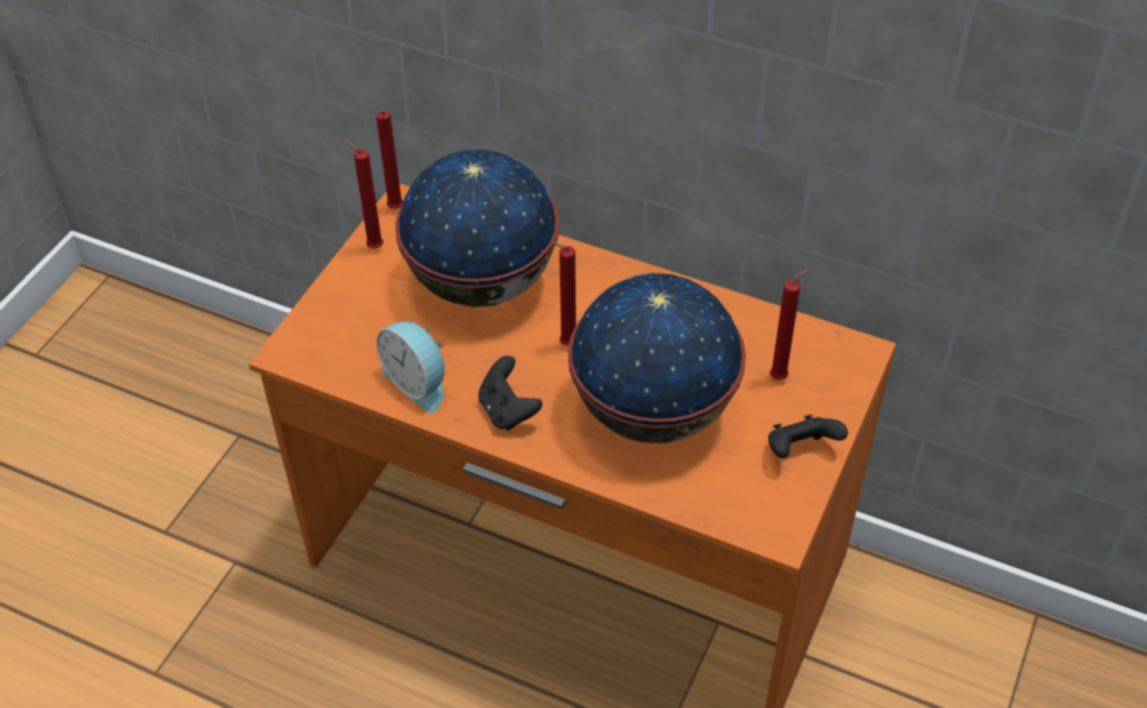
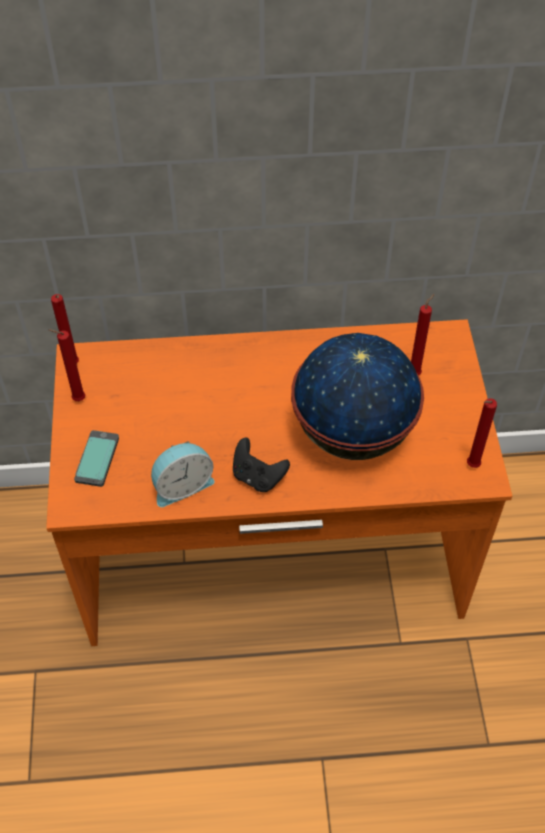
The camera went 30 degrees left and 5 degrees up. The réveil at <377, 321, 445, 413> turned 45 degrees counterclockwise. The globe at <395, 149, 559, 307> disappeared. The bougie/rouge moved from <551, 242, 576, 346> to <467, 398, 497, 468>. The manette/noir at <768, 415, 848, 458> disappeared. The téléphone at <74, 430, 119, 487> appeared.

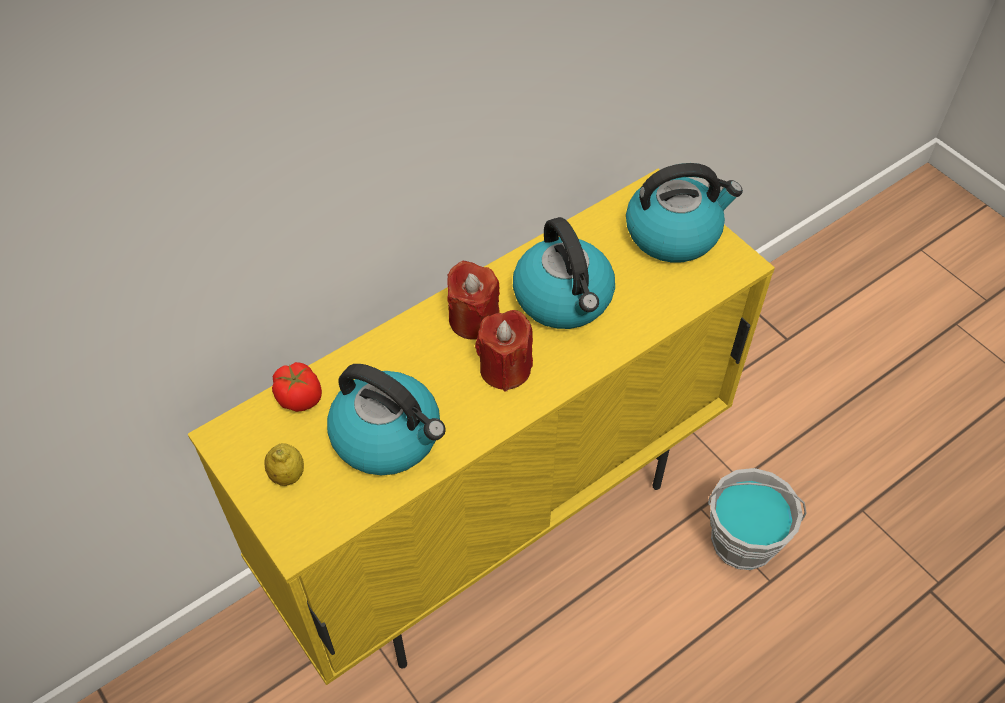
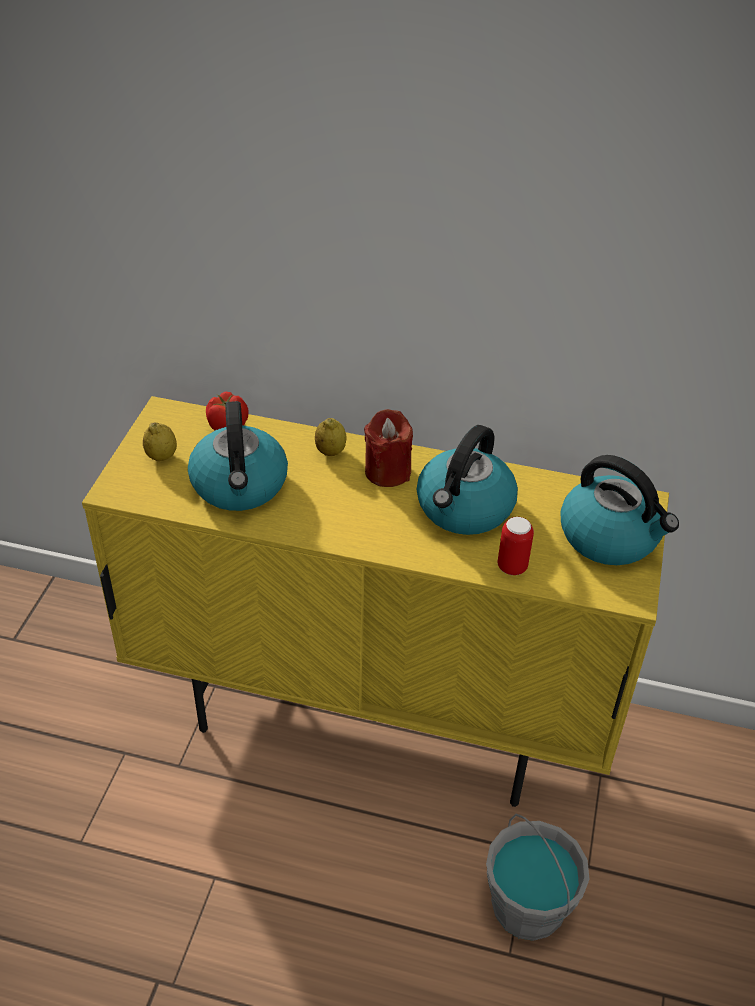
The camera went 50 degrees right and 10 degrees down. The bougie/rouge at <475, 310, 533, 392> disappeared. The citron at <315, 418, 347, 456> appeared. The boîte métallique at <498, 517, 534, 575> appeared.

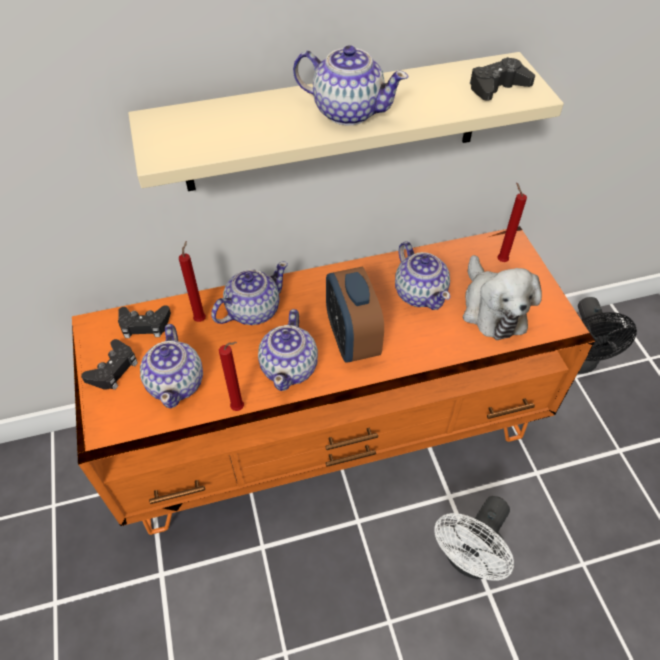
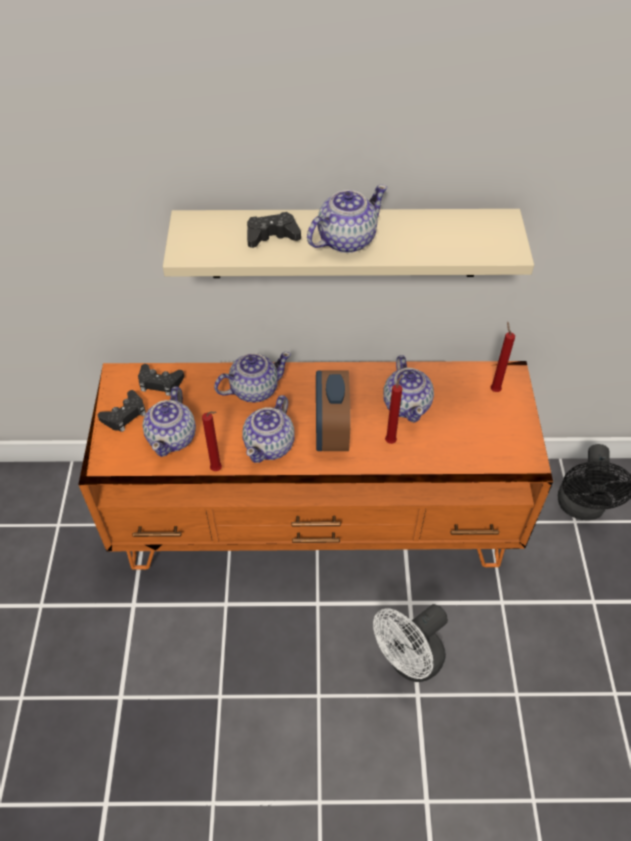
The camera went 15 degrees right and 0 degrees up. The bougie/rouge moved from <179, 241, 206, 322> to <385, 374, 403, 444>. The théière at <293, 45, 408, 125> turned 75 degrees counterclockwise. The peluche at <463, 255, 542, 340> disappeared. The manette/noir moved from <470, 57, 535, 101> to <247, 212, 301, 248>.

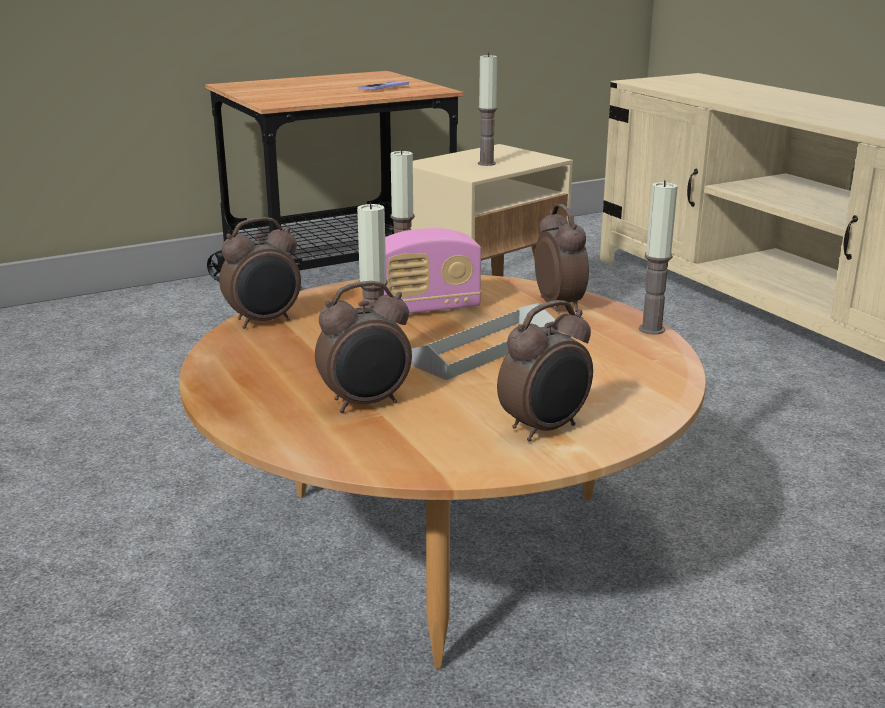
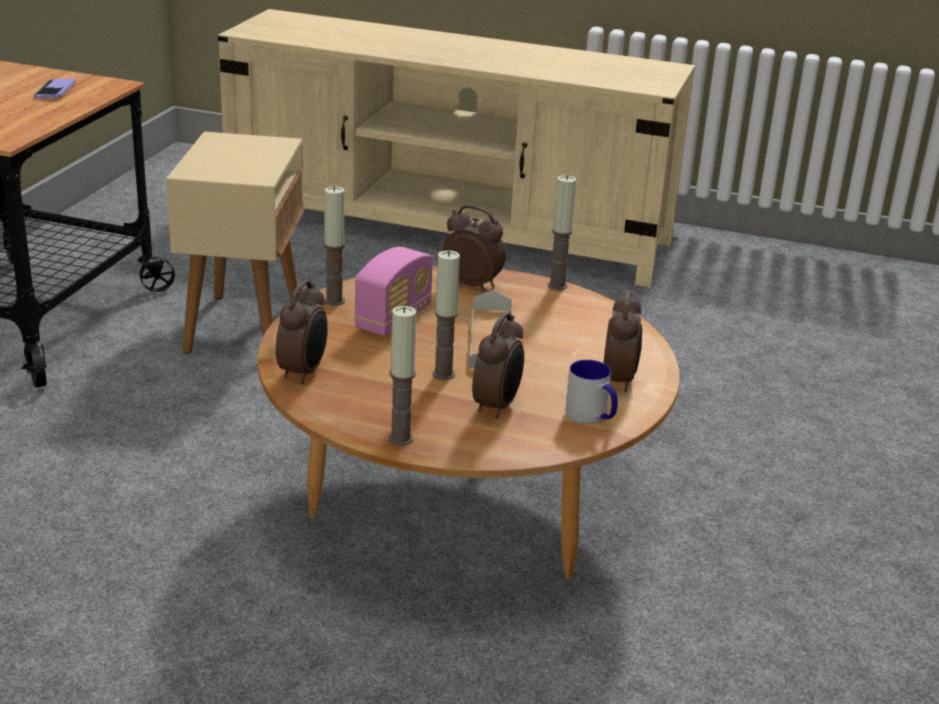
The camera went 45 degrees left and 5 degrees up. The bougie moved from <478, 53, 497, 166> to <388, 306, 416, 446>. The mug at <565, 360, 618, 424> appeared.

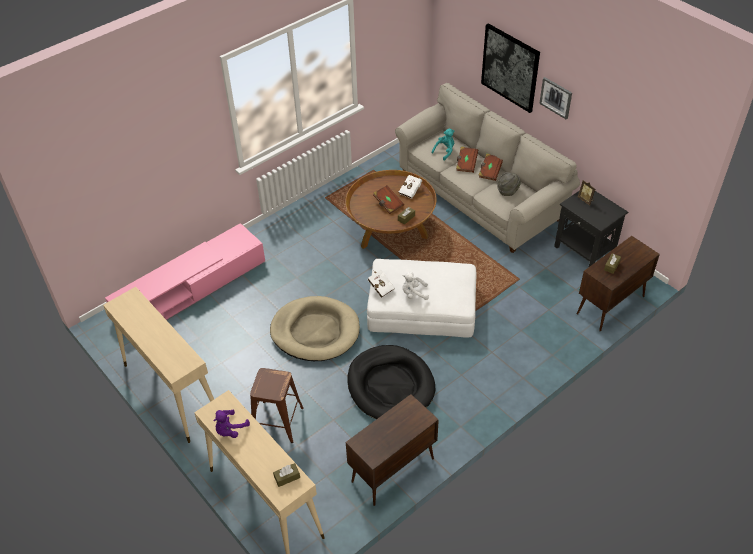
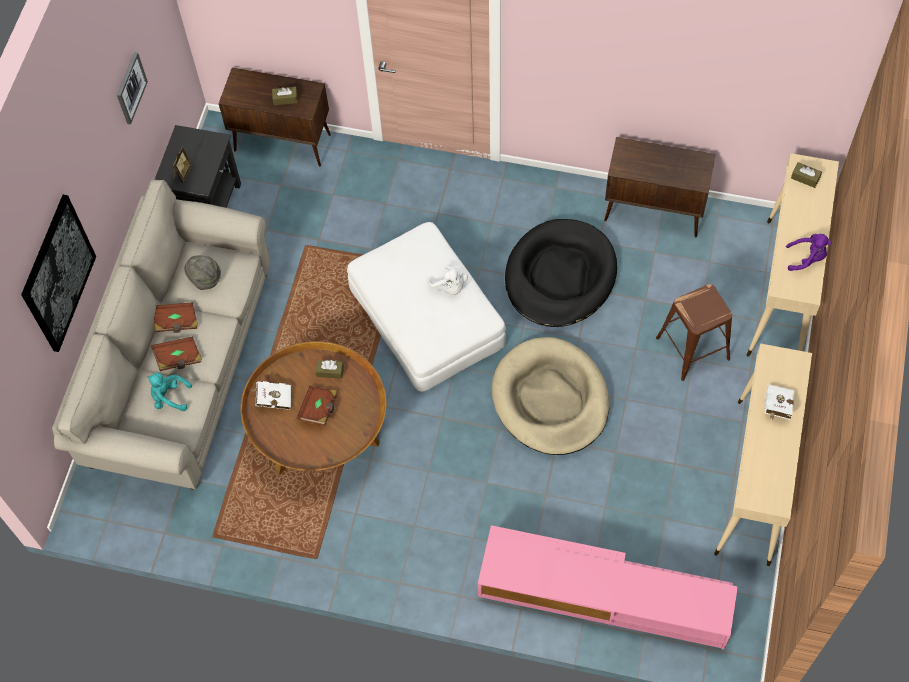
The camera went 125 degrees left and 15 degrees up. The livre/blanc moved from <367, 270, 395, 298> to <765, 385, 794, 420>. The tableau moved from <539, 77, 572, 120> to <117, 52, 148, 125>.

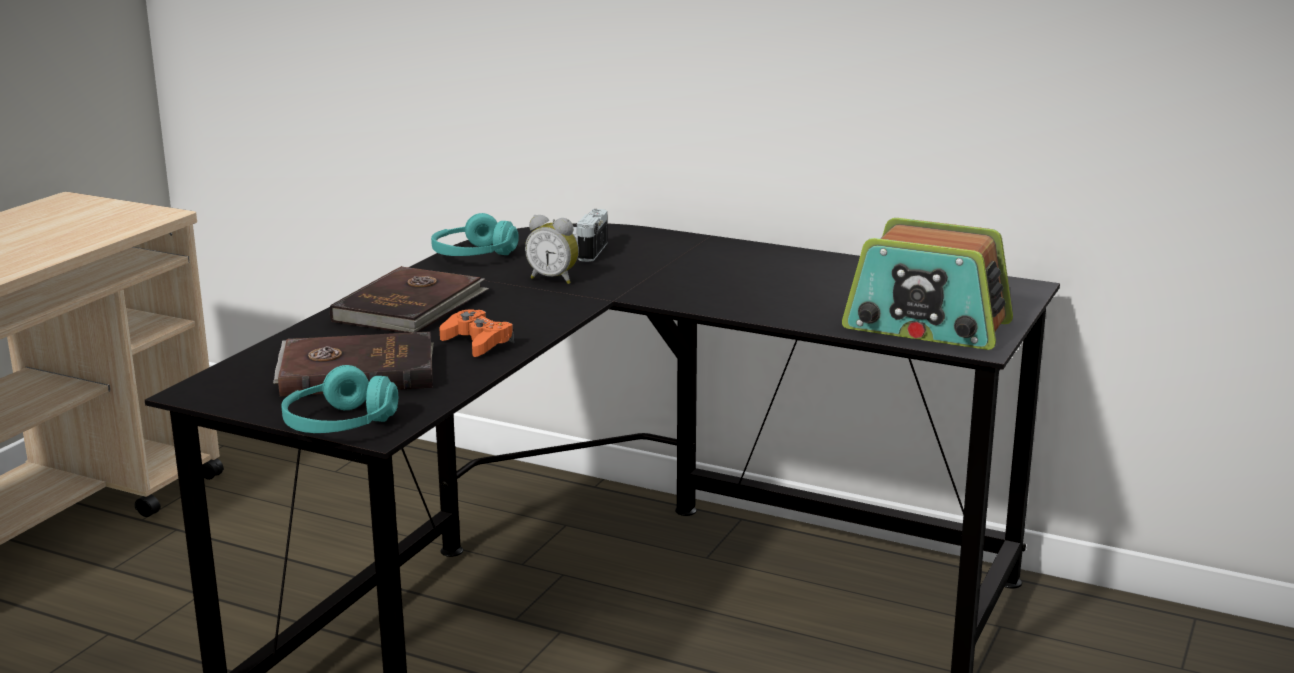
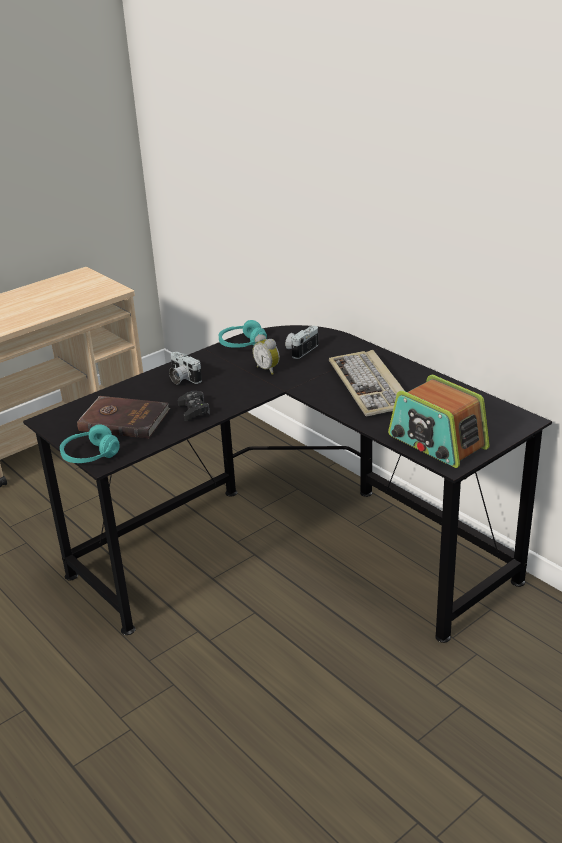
The camera went 25 degrees right and 10 degrees up. The livre/marron at <330, 266, 489, 333> was replaced by the appareil photo at <169, 352, 202, 384>. The manette/orange at <440, 309, 514, 357> became the manette/noir at <177, 391, 210, 421>. The clavier at <329, 350, 405, 417> appeared.

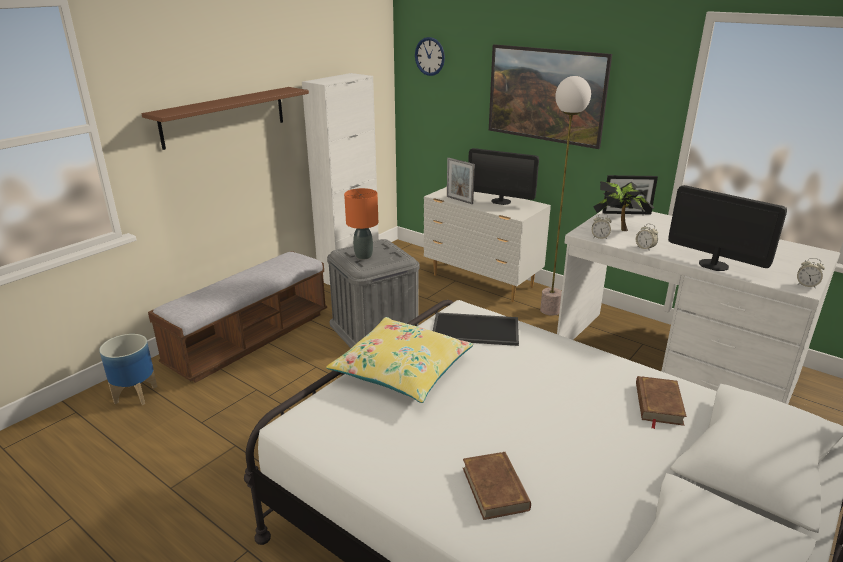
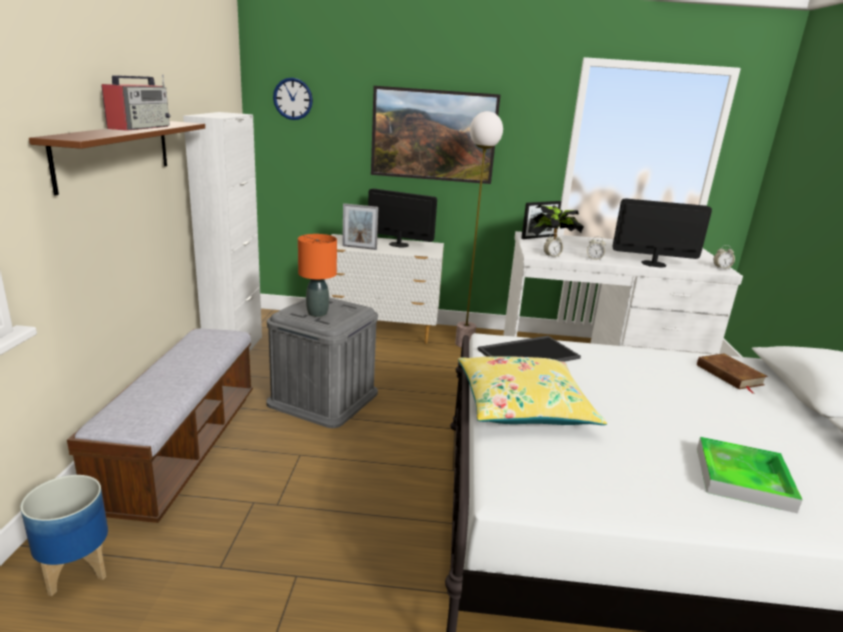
The camera went 35 degrees left and 5 degrees down. The livre/marron at <463, 452, 531, 520> was replaced by the plateau at <697, 437, 802, 513>. The écran d'ordinateur at <468, 148, 539, 205> turned 150 degrees counterclockwise. The radio at <102, 74, 171, 131> appeared.

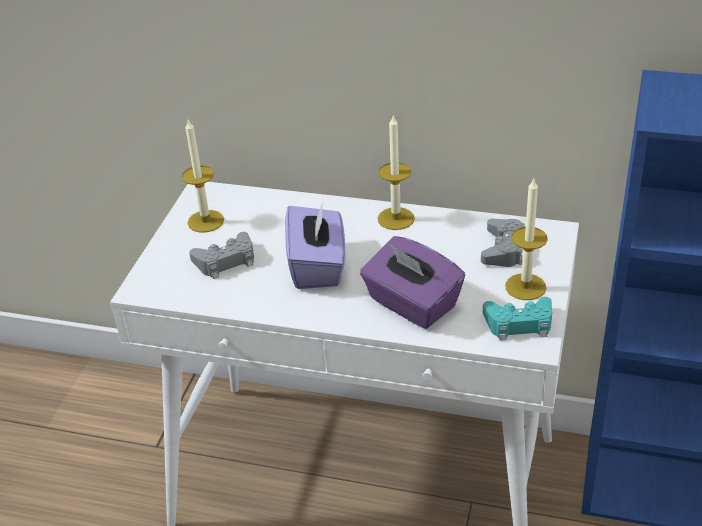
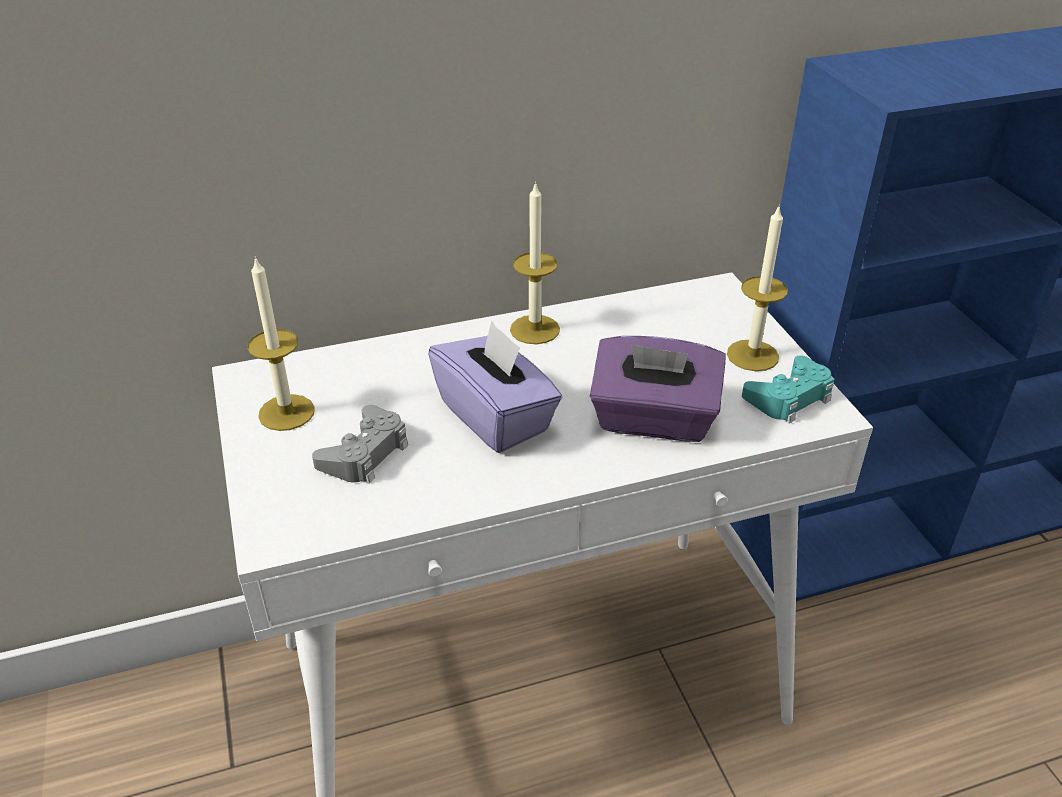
The camera went 35 degrees left and 0 degrees up. The manette/gris at <481, 219, 526, 267> disappeared.

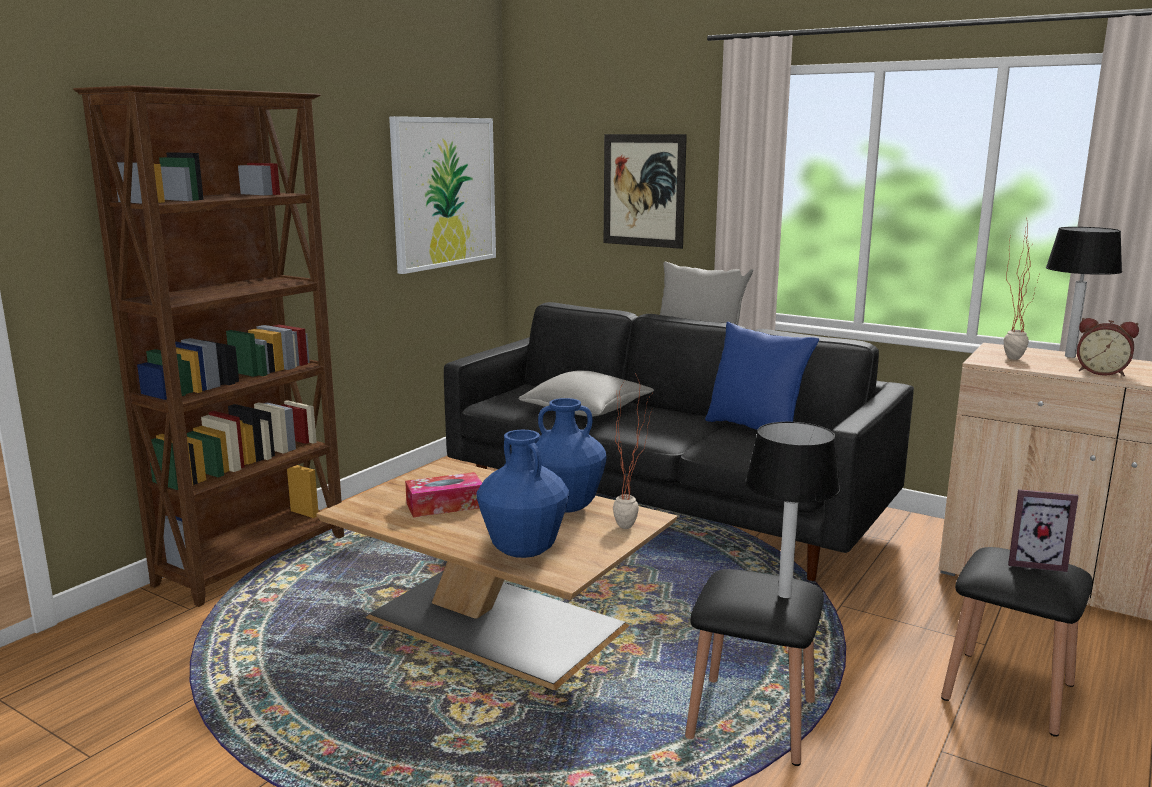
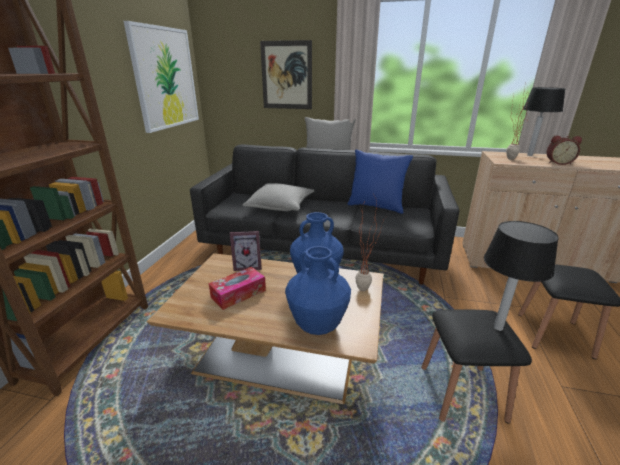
The camera went 20 degrees left and 10 degrees up. The cadre photo moved from <1008, 489, 1079, 572> to <230, 231, 262, 271>.

